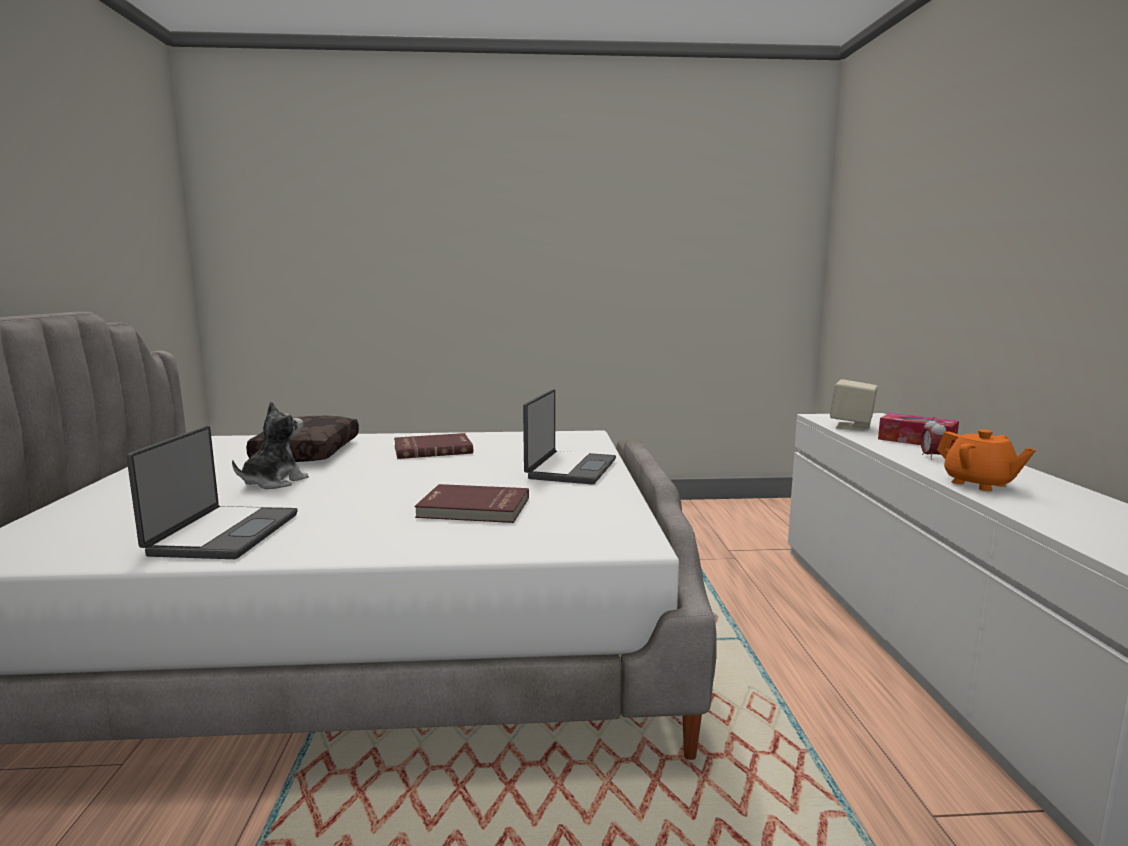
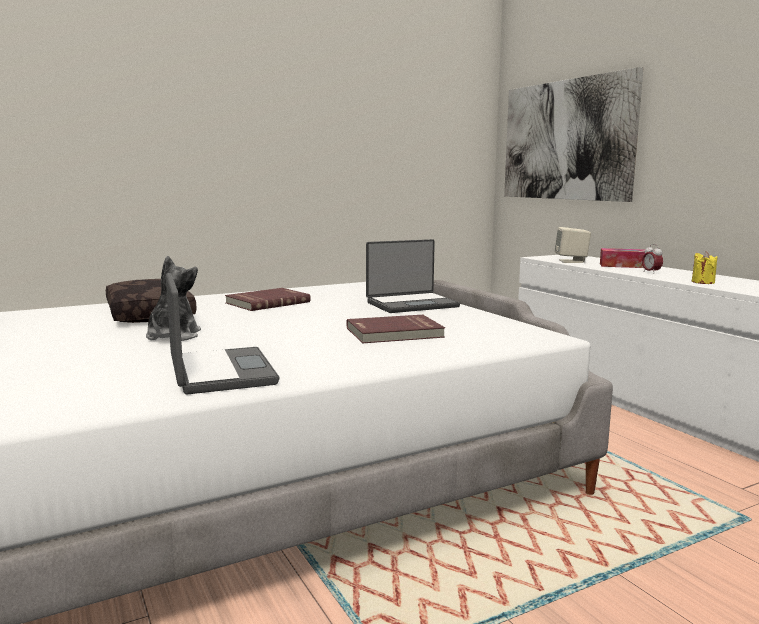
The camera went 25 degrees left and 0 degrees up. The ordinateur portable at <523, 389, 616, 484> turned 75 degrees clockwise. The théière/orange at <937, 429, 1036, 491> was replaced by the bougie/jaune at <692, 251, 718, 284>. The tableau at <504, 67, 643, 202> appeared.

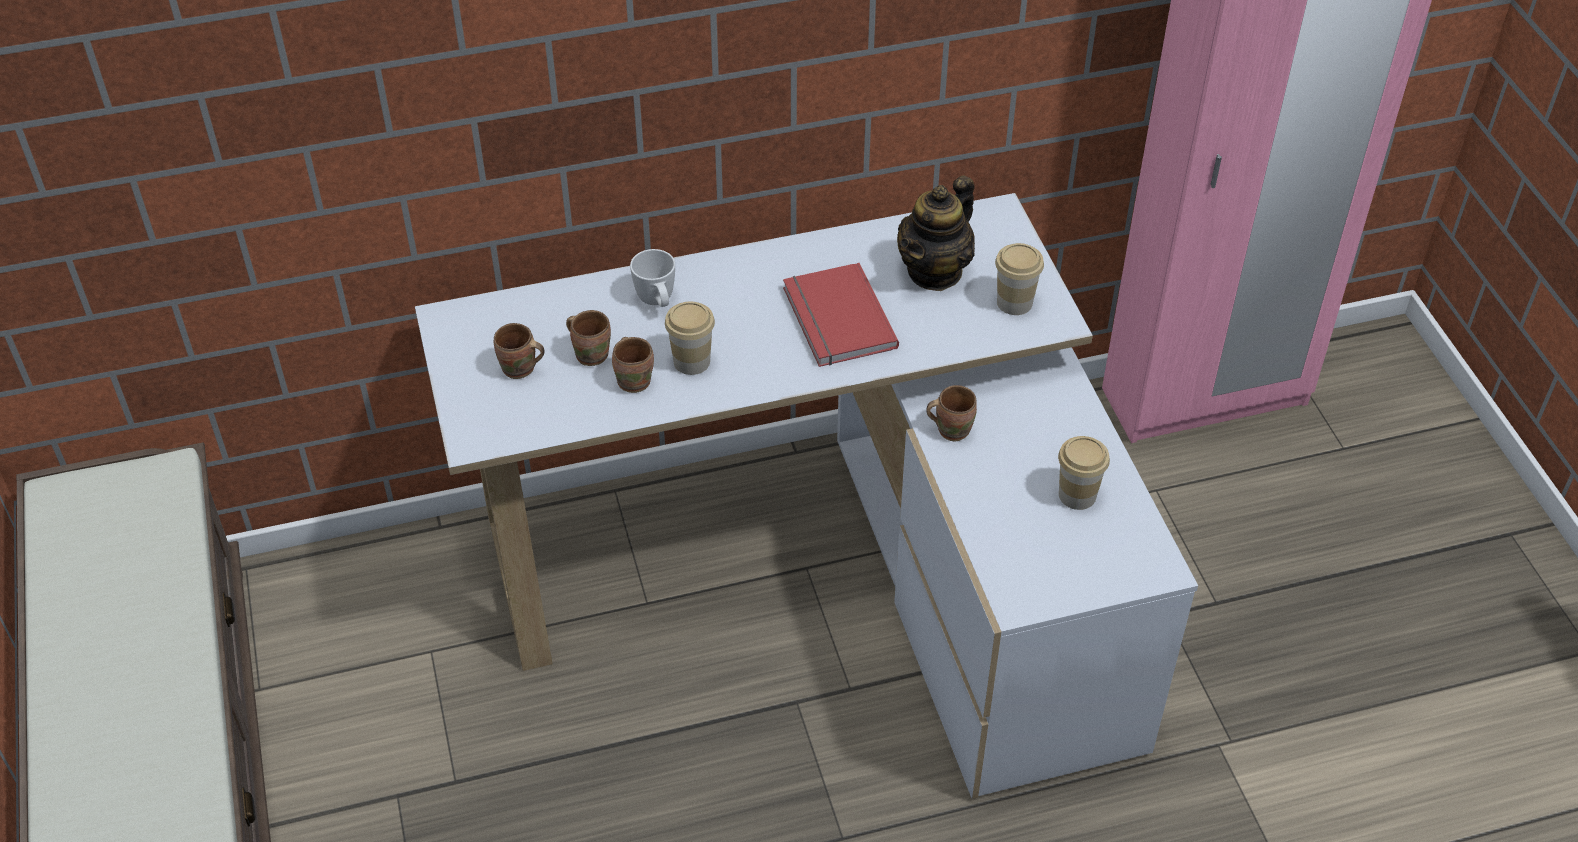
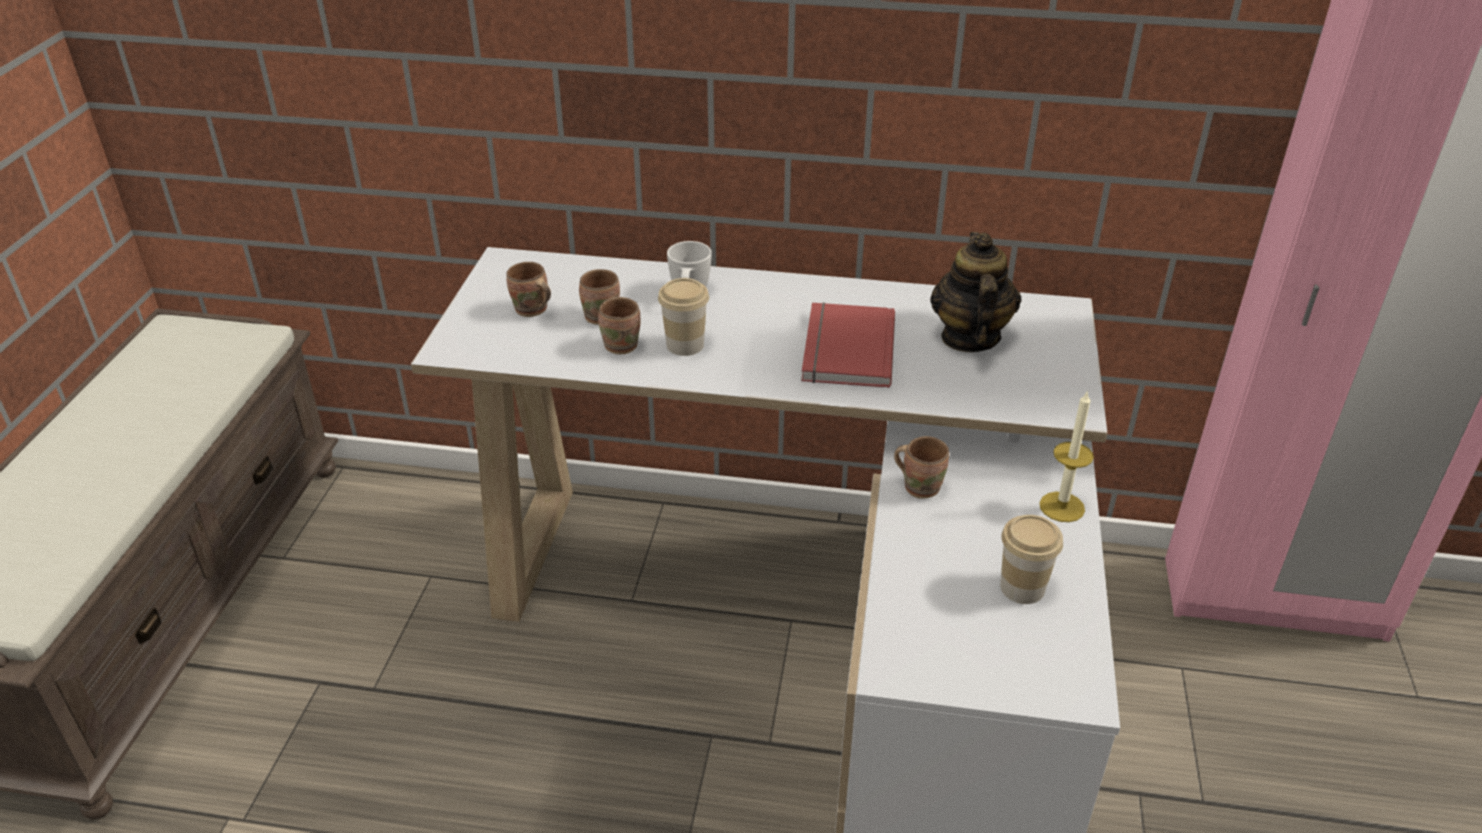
The camera went 25 degrees right and 10 degrees down. The théière at <897, 175, 975, 291> turned 120 degrees clockwise. The tasse at <995, 243, 1044, 315> disappeared. The bougie at <1039, 390, 1094, 522> appeared.

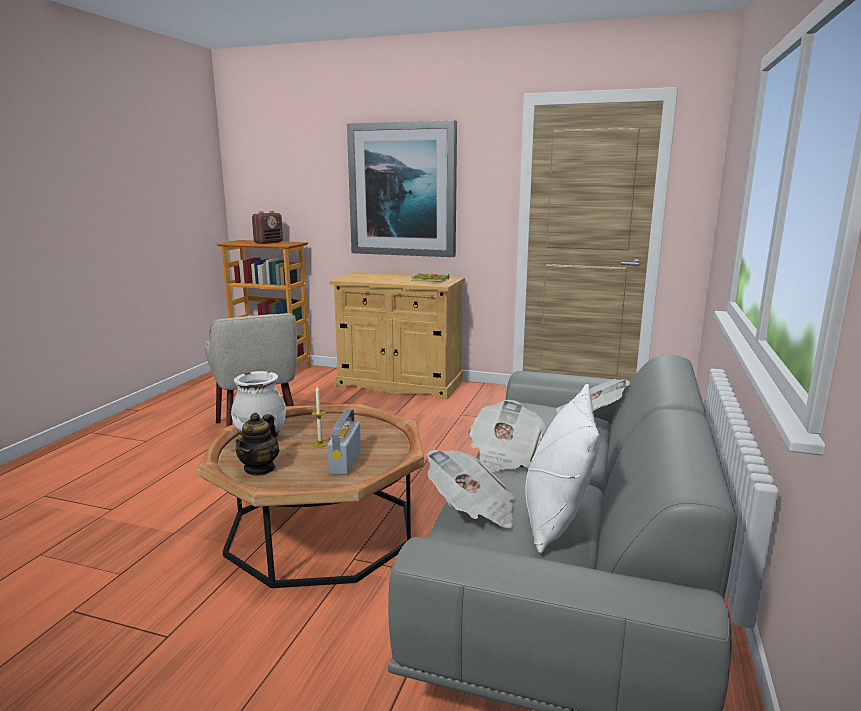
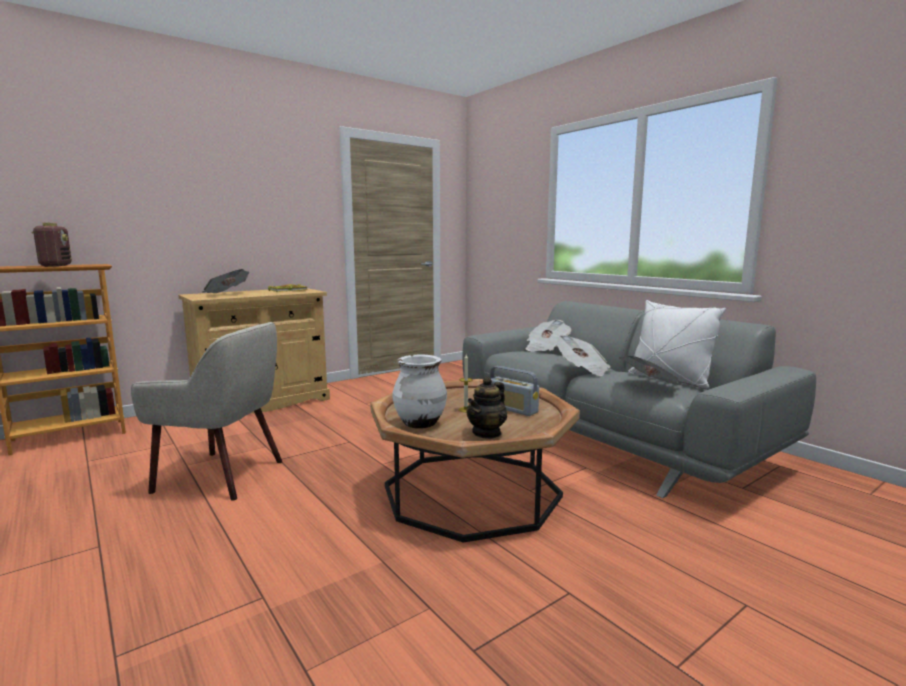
The camera went 55 degrees left and 5 degrees down. The théière at <236, 413, 279, 476> turned 75 degrees clockwise. The tableau at <347, 120, 457, 257> disappeared. The journal at <203, 269, 249, 293> appeared.

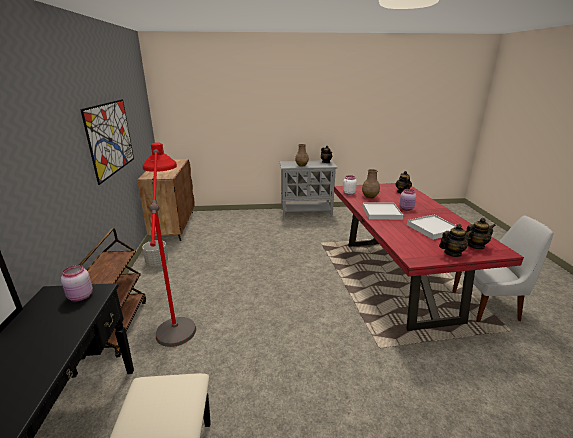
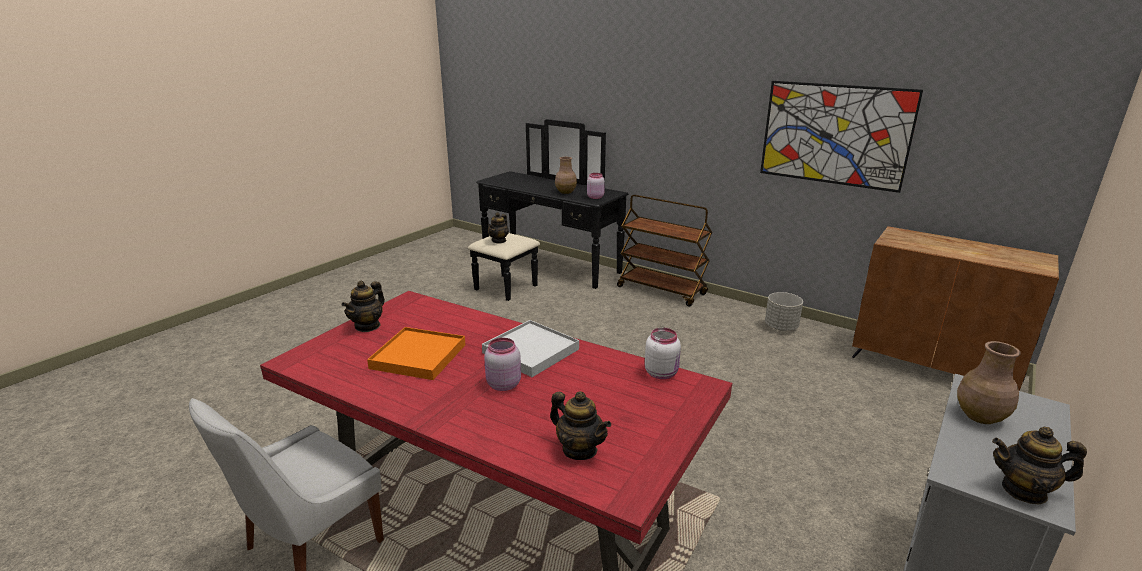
The camera went 130 degrees right and 0 degrees up. The lampadaire/rouge at <142, 142, 196, 347> disappeared. The vase/marron moved from <362, 169, 380, 198> to <555, 157, 577, 194>. The plateau/blanc at <407, 215, 457, 240> became the plateau/orange at <367, 327, 465, 380>. The théière moved from <466, 218, 496, 249> to <488, 212, 509, 243>.

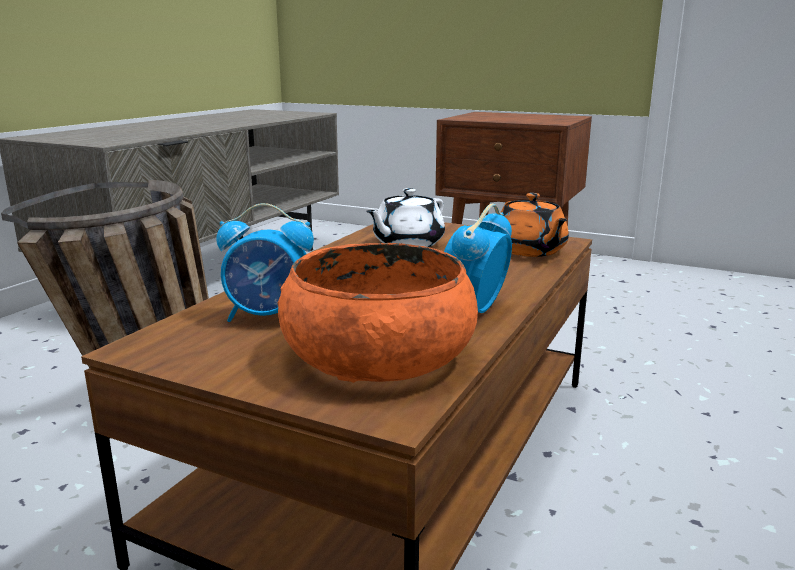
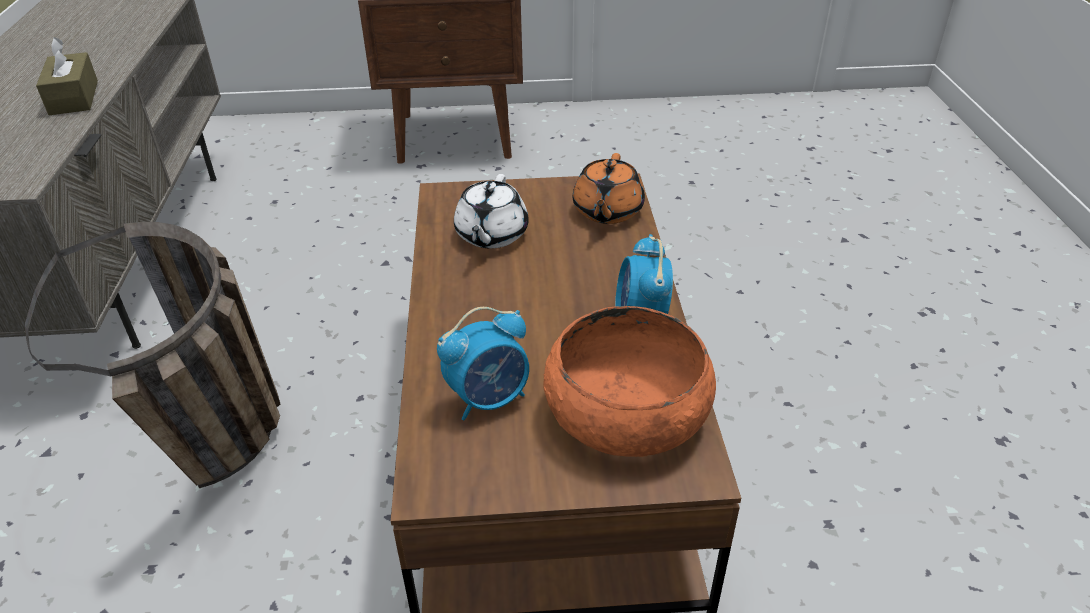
The camera went 30 degrees left and 20 degrees up. The théière/orange at <500, 193, 569, 257> turned 60 degrees clockwise. The boîte à mouchoirs/marron at <36, 37, 98, 115> appeared.

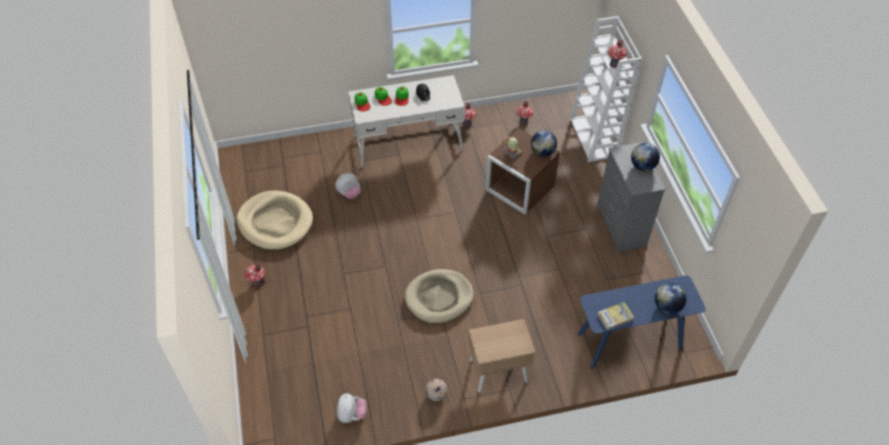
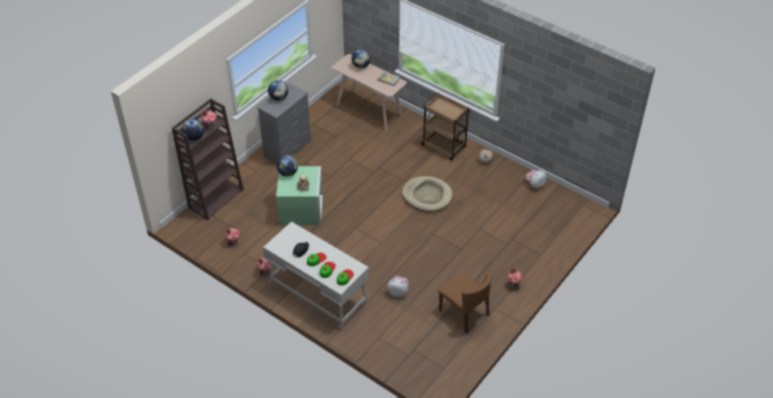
The camera went 130 degrees left and 5 degrees down. The panier pour chien/beige at <236, 191, 313, 250> was replaced by the chaise/marron at <438, 272, 492, 334>. The table de chevet/beige at <468, 319, 536, 392> was replaced by the chariot/marron at <421, 93, 471, 160>. The boîte de rangement/marron at <486, 128, 560, 215> became the boîte de rangement/vert at <276, 166, 323, 225>. The bibliothèque/blanc at <569, 16, 642, 162> became the bibliothèque/marron at <172, 98, 244, 220>. The table console/bleu at <578, 275, 706, 369> became the table console/beige at <332, 54, 407, 131>. The globe at <182, 119, 204, 141> appeared.

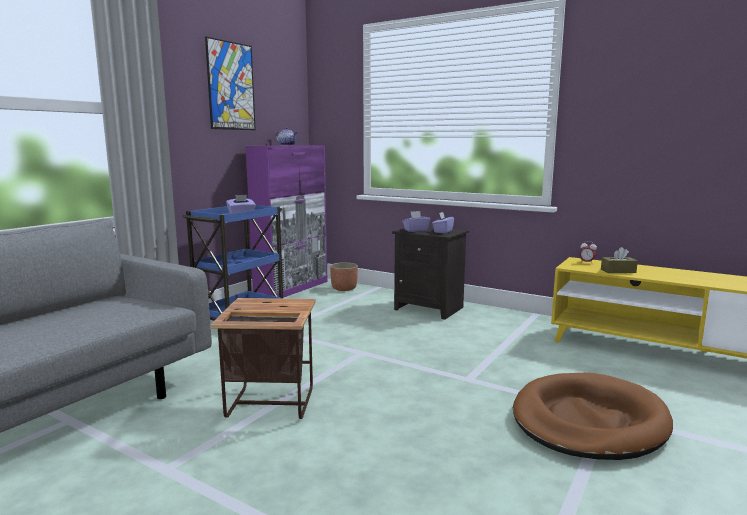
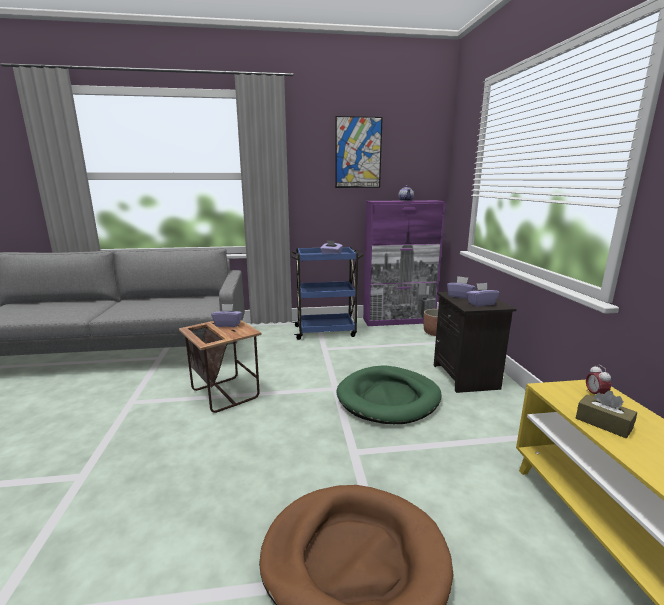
The camera went 50 degrees right and 5 degrees up. The boîte à mouchoirs/violet at <211, 304, 242, 327> appeared. The panier pour chien/vert at <336, 366, 441, 424> appeared.

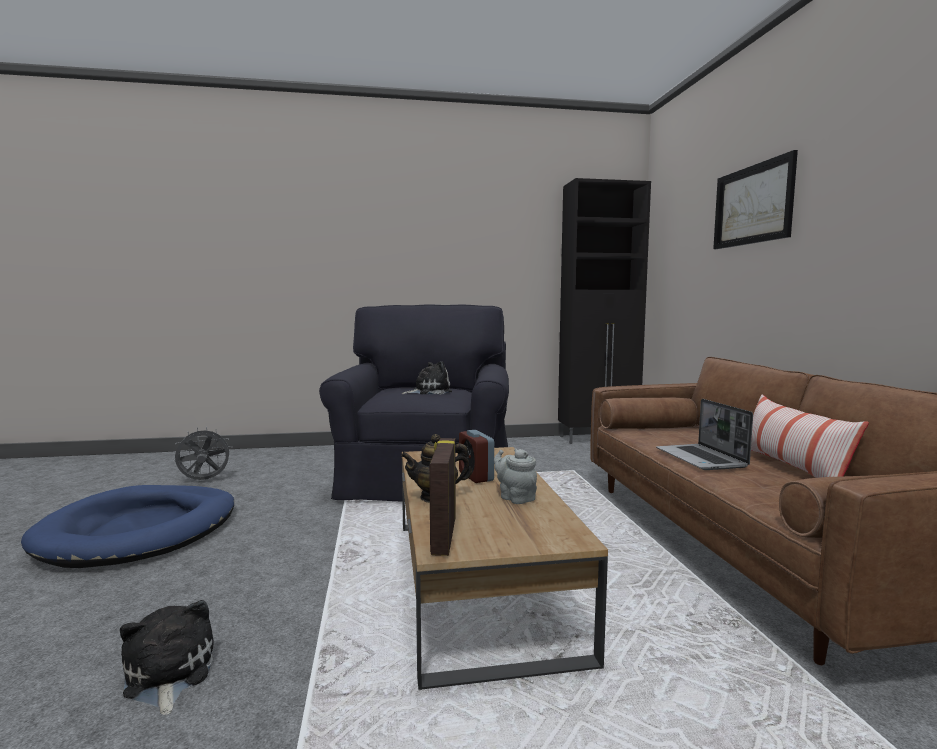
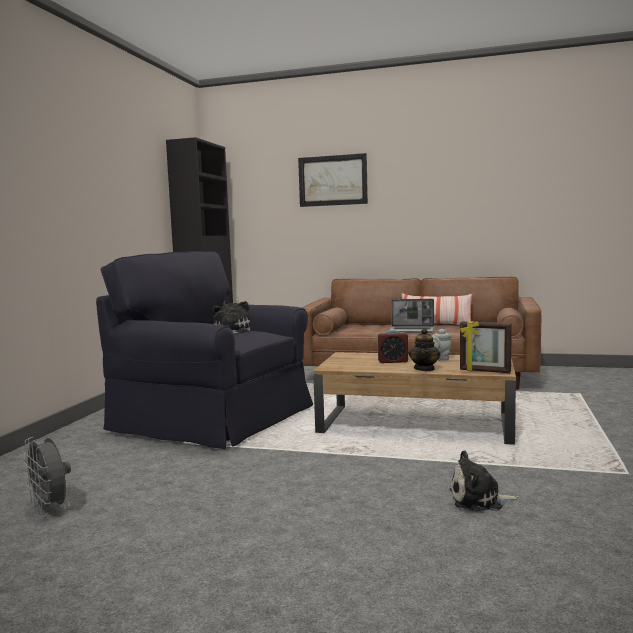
The camera went 65 degrees left and 0 degrees up. The panier pour chien/bleu at <21, 485, 234, 568> disappeared. The ventilateur/gris at <173, 427, 233, 480> turned 45 degrees counterclockwise.

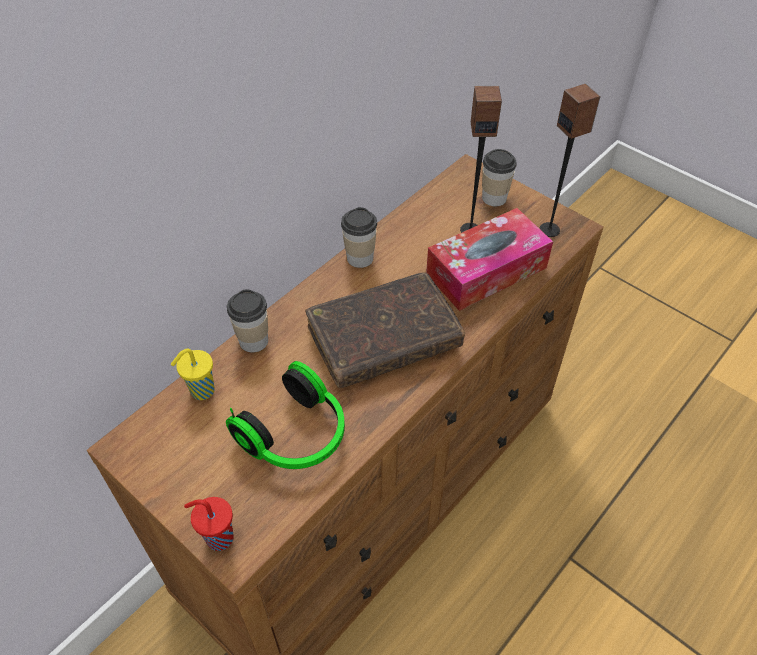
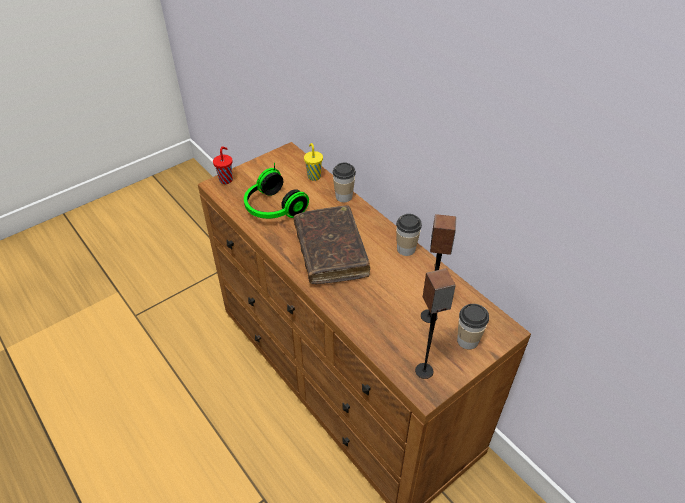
The camera went 100 degrees right and 5 degrees down. The boîte à mouchoirs at <426, 208, 553, 311> disappeared.

